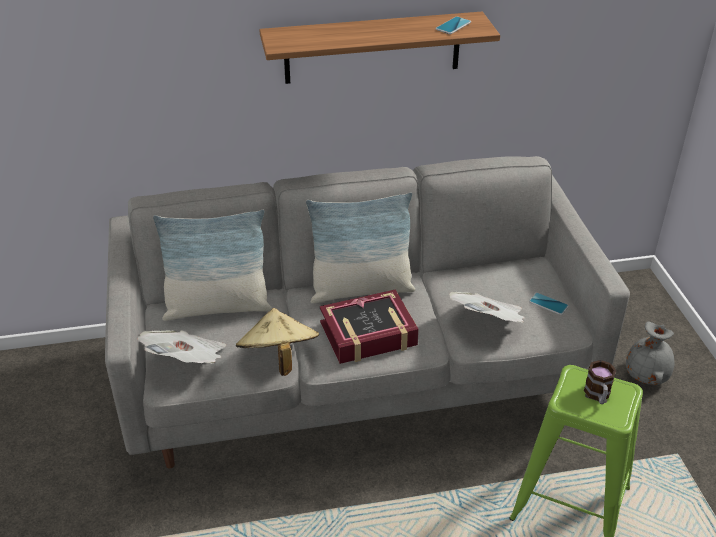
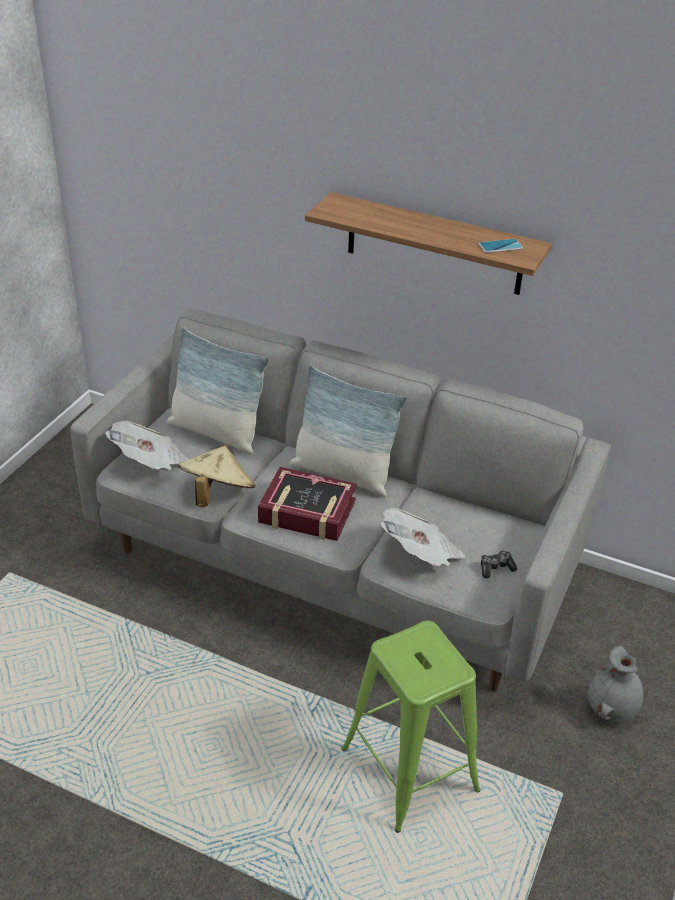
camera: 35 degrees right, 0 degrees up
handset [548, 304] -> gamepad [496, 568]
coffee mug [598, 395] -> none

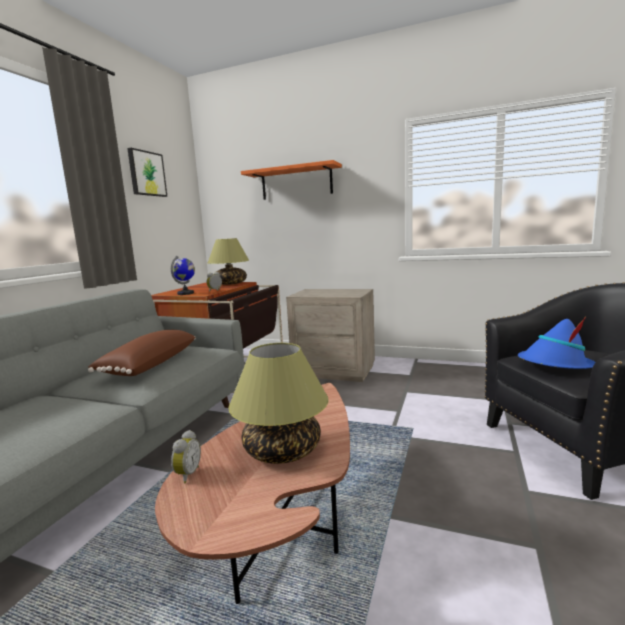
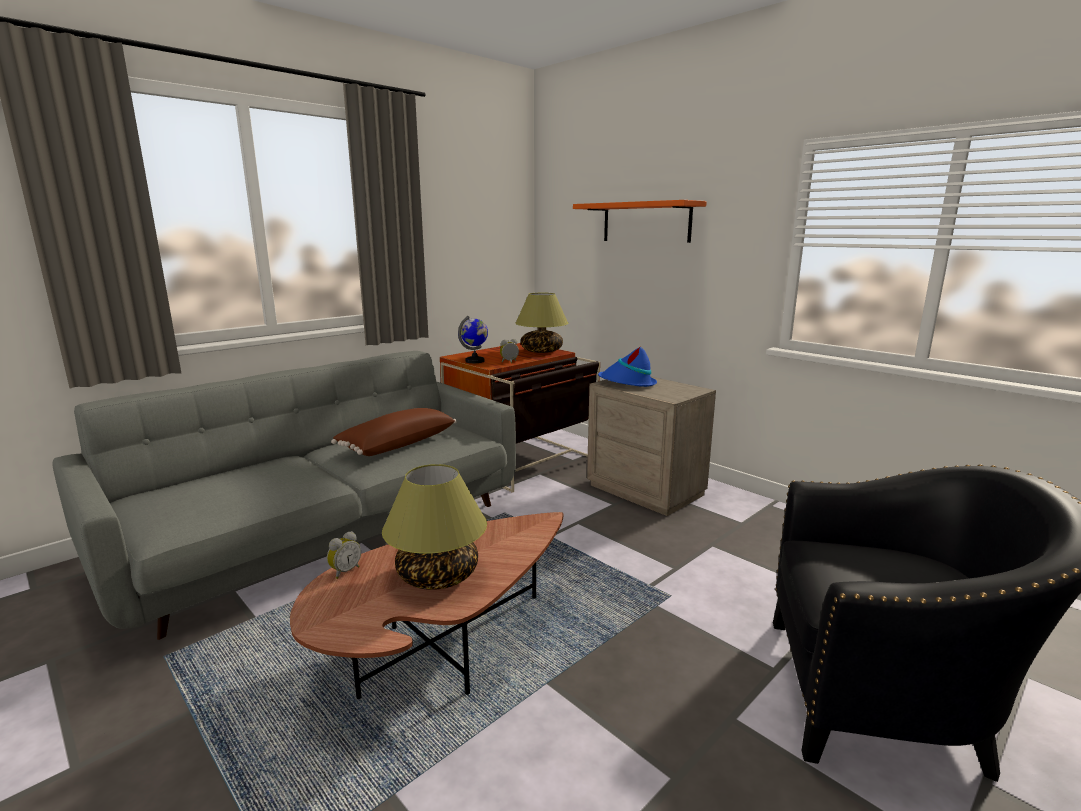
camera: 25 degrees right, 5 degrees up
blue clothing hat [554, 365] -> blue clothing hat [627, 383], shifted
wall art [146, 173] -> none

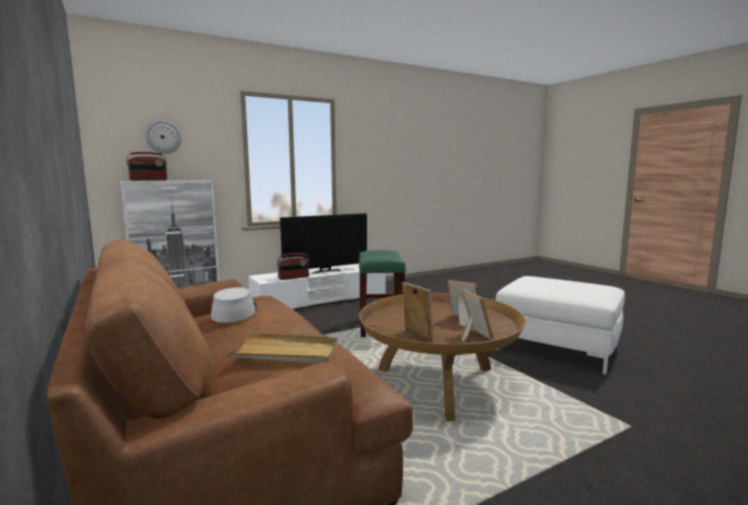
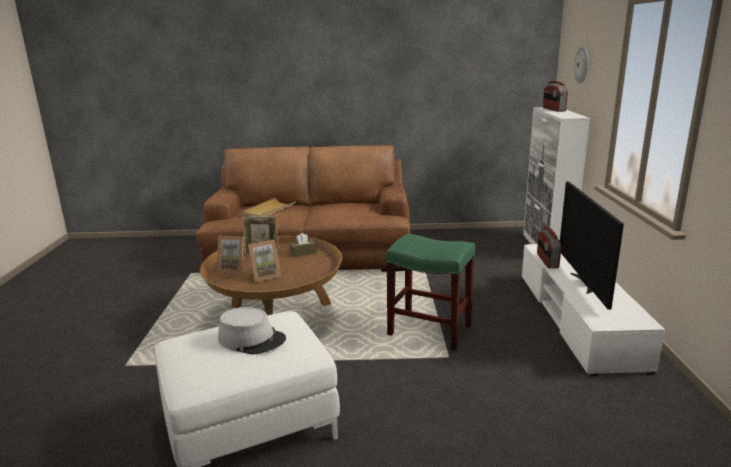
camera: 120 degrees right, 10 degrees up
greyish clothing hat [234, 312] -> greyish clothing hat [252, 339], shifted
none -> brown-coloured tissue holder [303, 252]

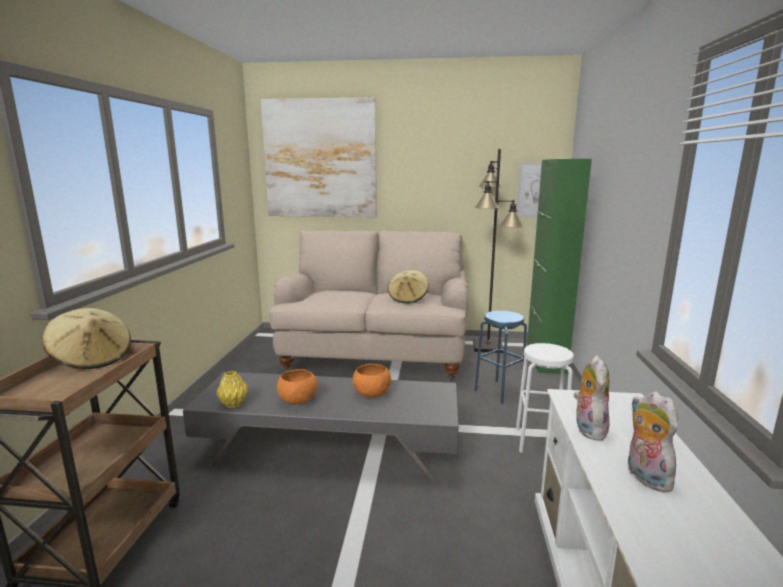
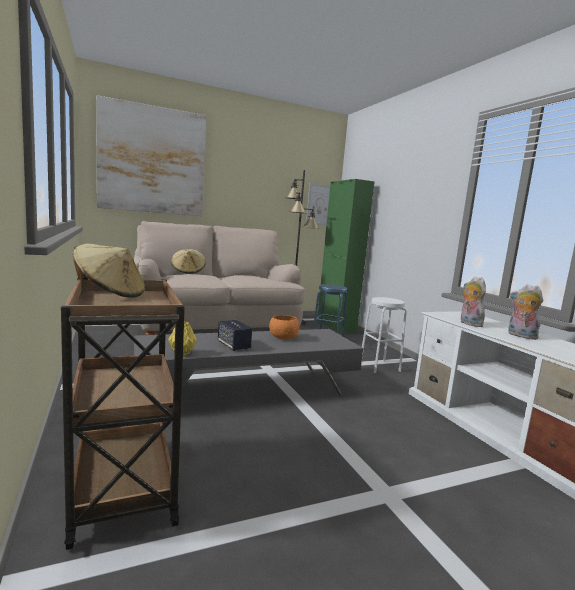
camera: 30 degrees left, 5 degrees down
beige clothing hat [408, 299] -> beige clothing hat [188, 271], shifted
orange-coloured serving bowl [298, 400] -> loudspeaker [233, 346]

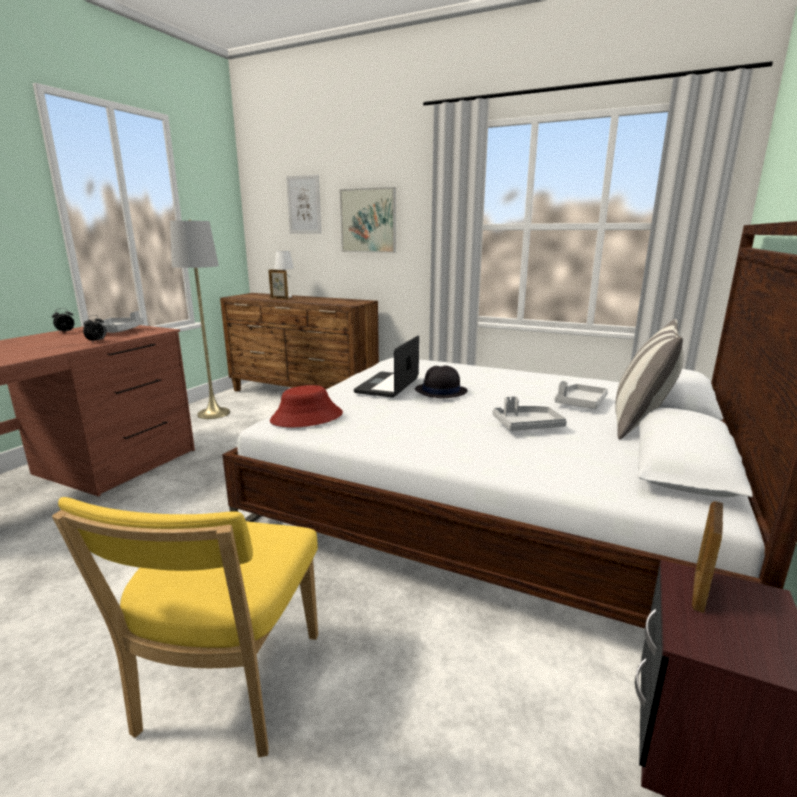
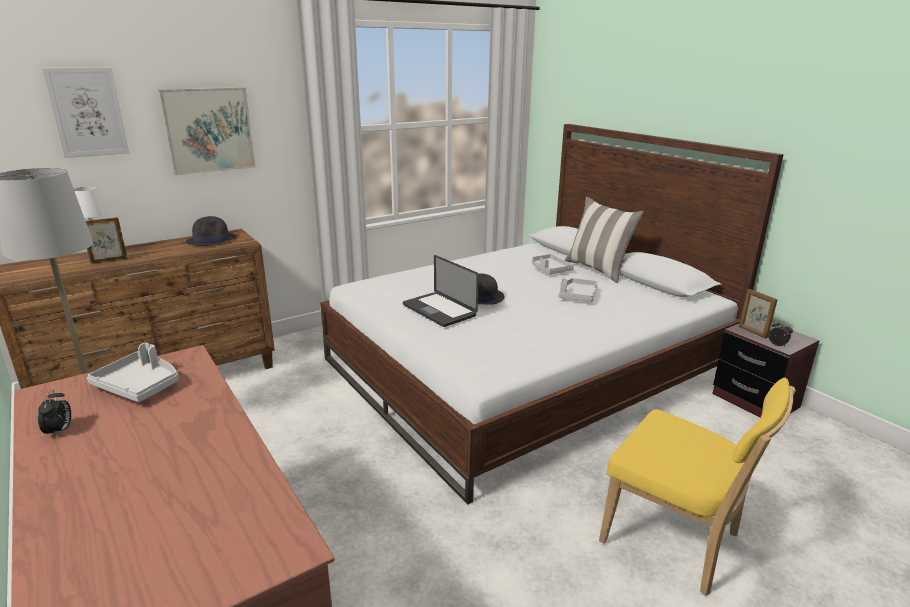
camera: 60 degrees left, 5 degrees up
none -> black clothing hat [212, 240]
alarm clock [97, 341] -> alarm clock [778, 345], shifted
red-coloured clothing hat [306, 417] -> none

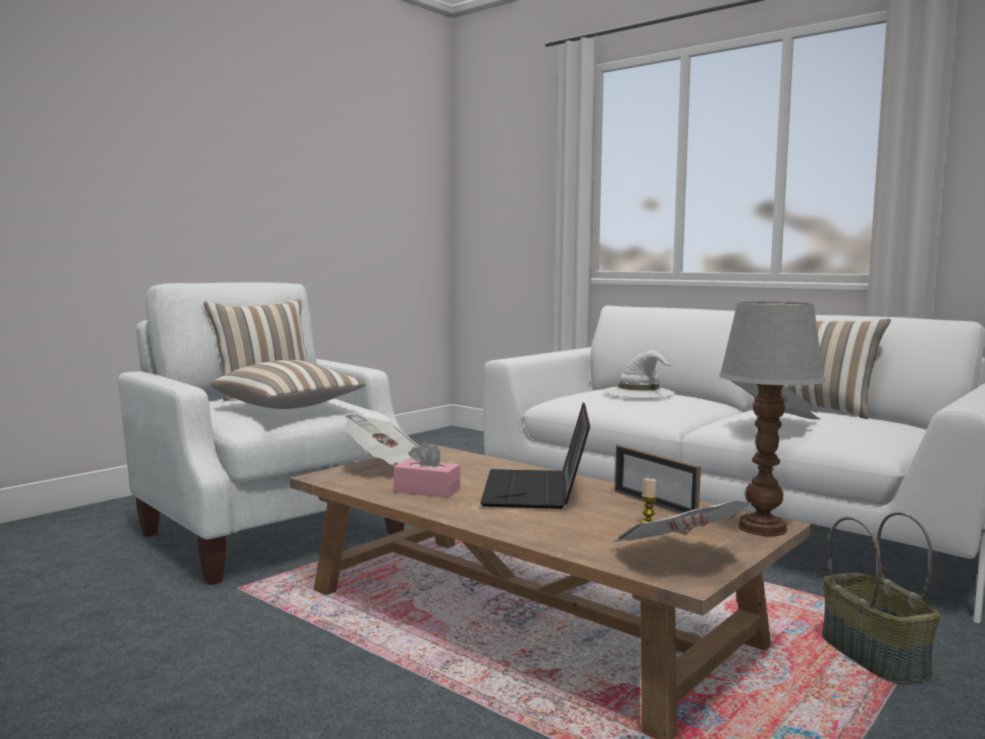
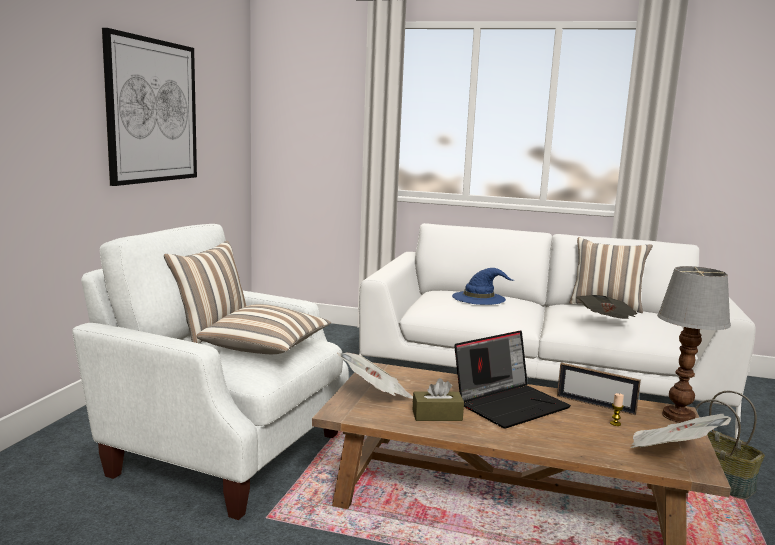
camera: 25 degrees left, 5 degrees up
none -> wall art [152, 111]
pinkish tissue holder [427, 490] -> brown-coloured tissue holder [437, 415]
white clothing hat [639, 392] -> blue clothing hat [479, 298]
laptop [537, 491] -> laptop [510, 404], 105 degrees counterclockwise

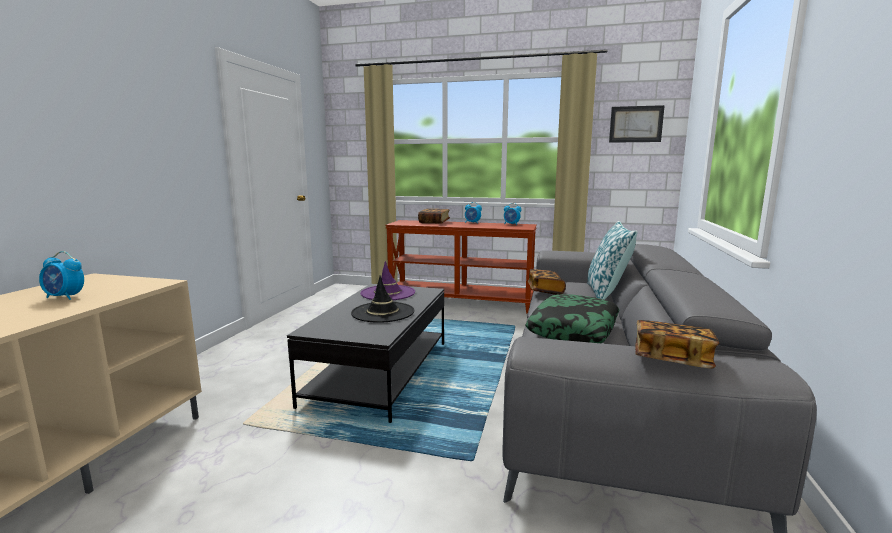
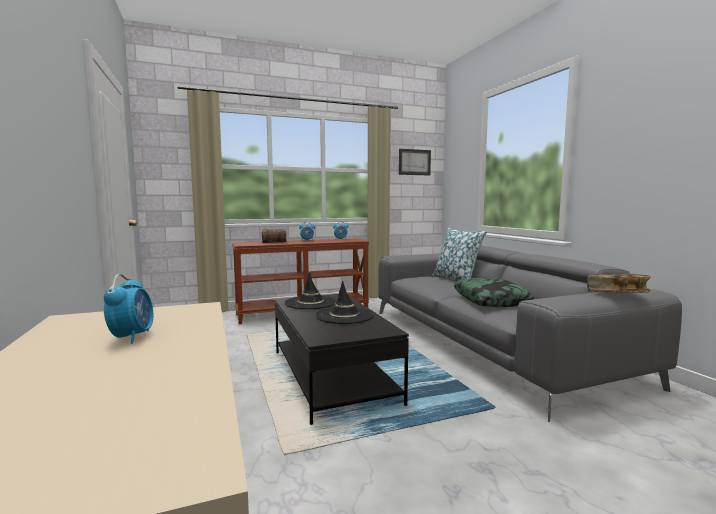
camera: 35 degrees left, 5 degrees down
alarm clock [65, 297] -> alarm clock [132, 337], 75 degrees counterclockwise
purple-coloured clothing hat [388, 293] -> black clothing hat [310, 303]
volume [545, 290] -> none

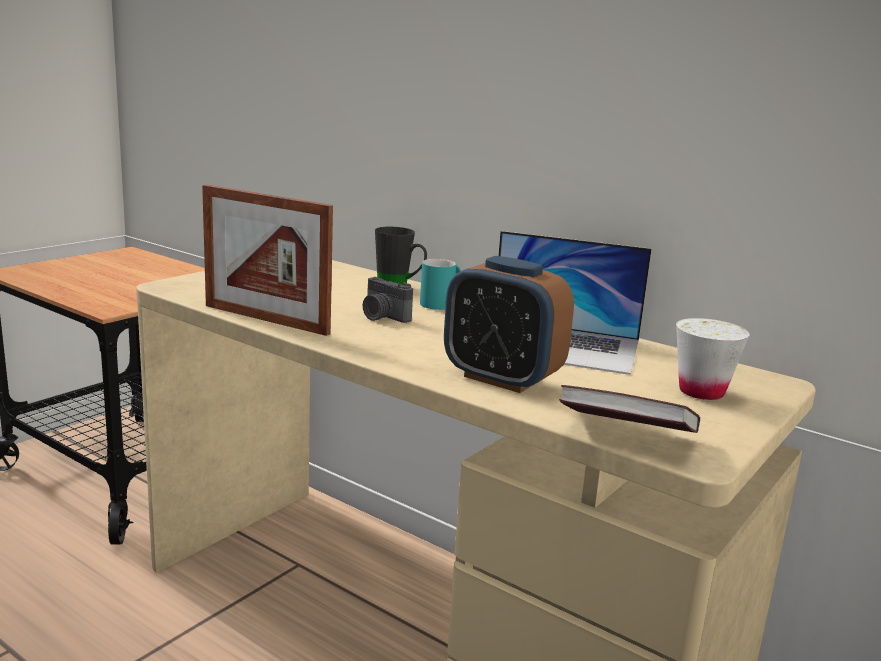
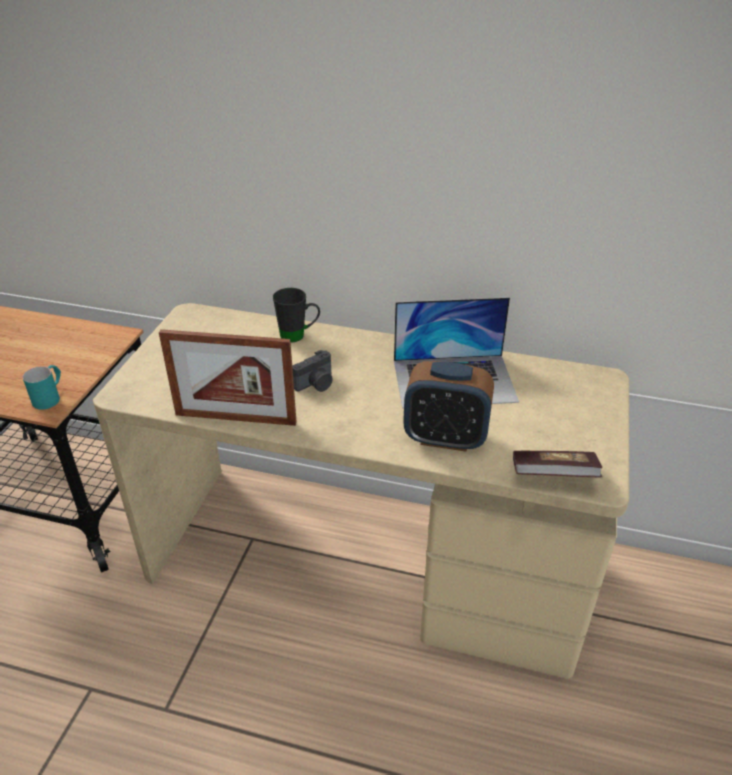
camera: 20 degrees left, 20 degrees up
blue-green coffee mug [442, 303] -> blue-green coffee mug [50, 397], shifted
still camera [382, 317] -> still camera [316, 384], 60 degrees counterclockwise
white drinking cup [701, 392] -> none

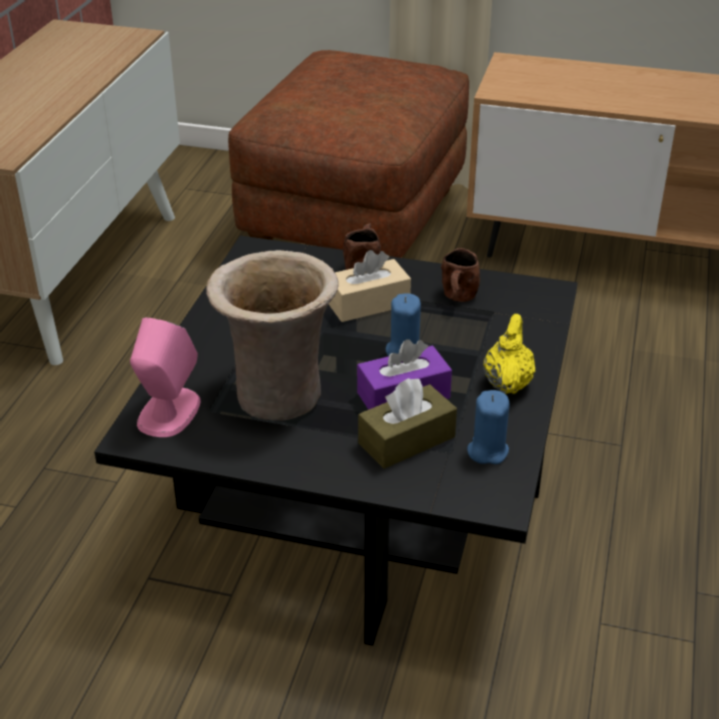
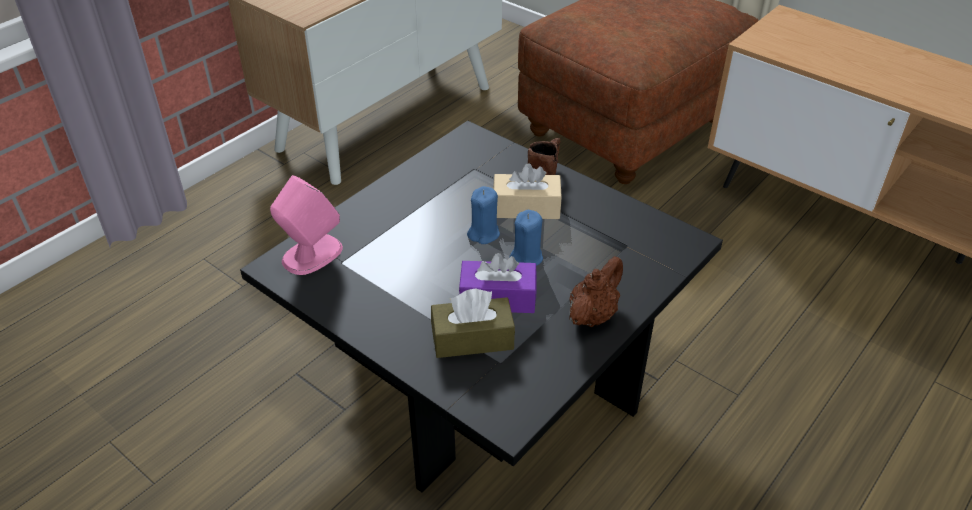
camera: 25 degrees right, 5 degrees up
blue candle [487, 451] -> blue candle [483, 233], shifted
yellow pot for tea [507, 382] -> brown-coloured pot for tea [593, 315]
beige vase [277, 394] -> none
brown-coloured coffee mug [458, 299] -> none

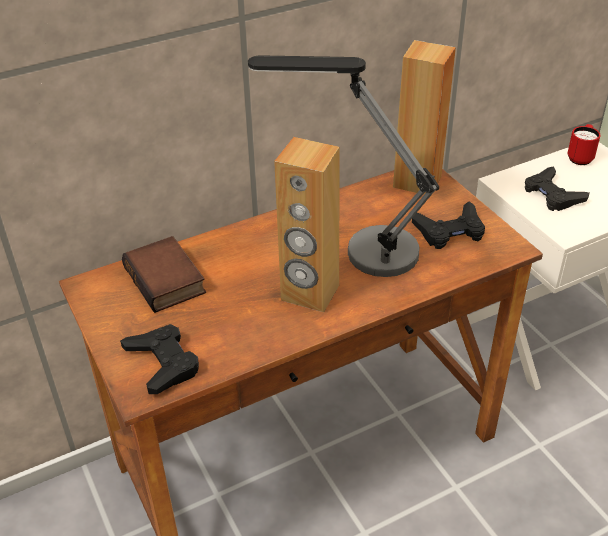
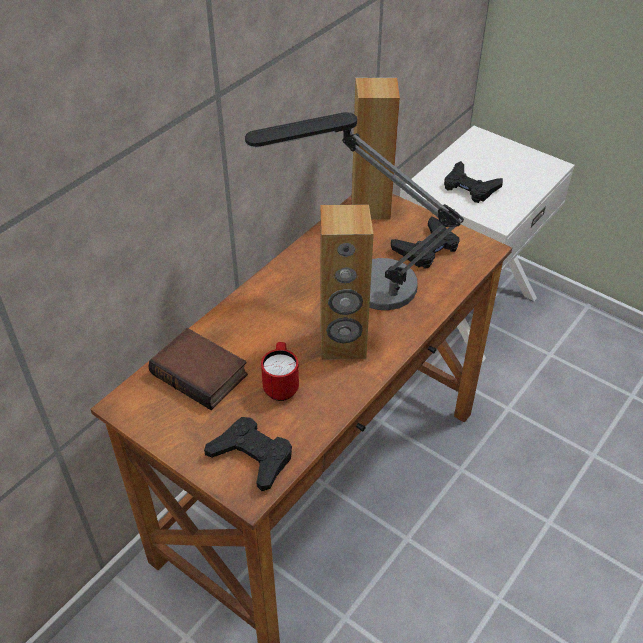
camera: 25 degrees left, 5 degrees up
red-coloured coffee mug [580, 157] -> red-coloured coffee mug [281, 385], shifted

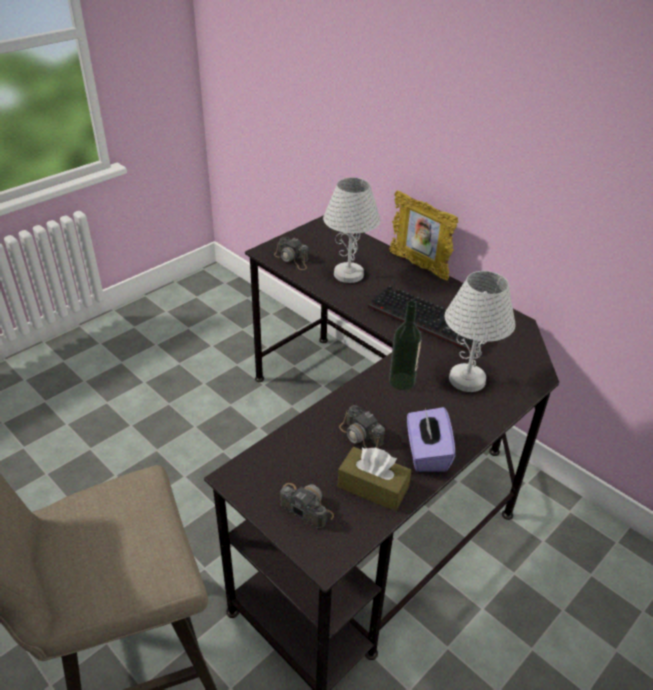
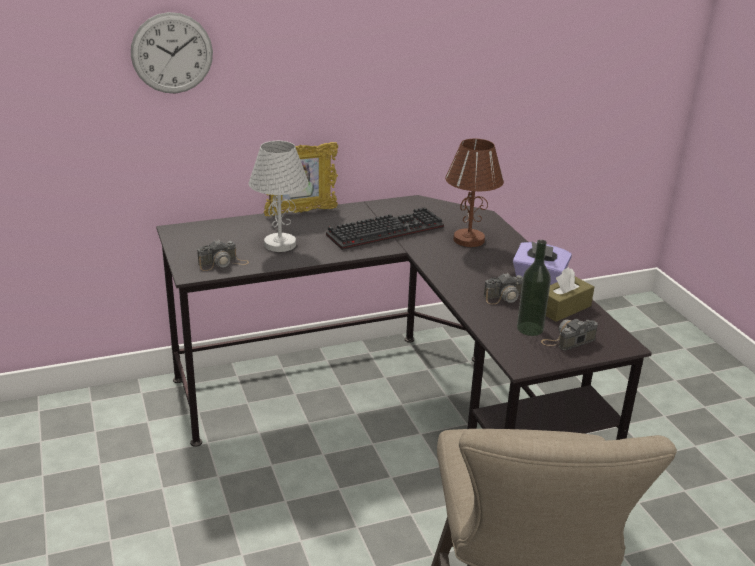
camera: 65 degrees left, 10 degrees down
none -> hanging clock [172, 53]
white tabletop lamp [466, 380] -> brown-coloured tabletop lamp [469, 240]
drink bottle [402, 381] -> drink bottle [530, 328], shifted

